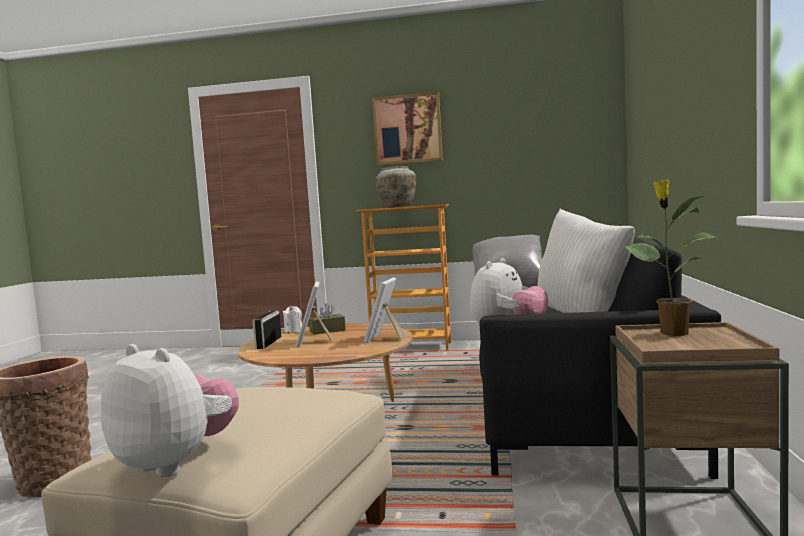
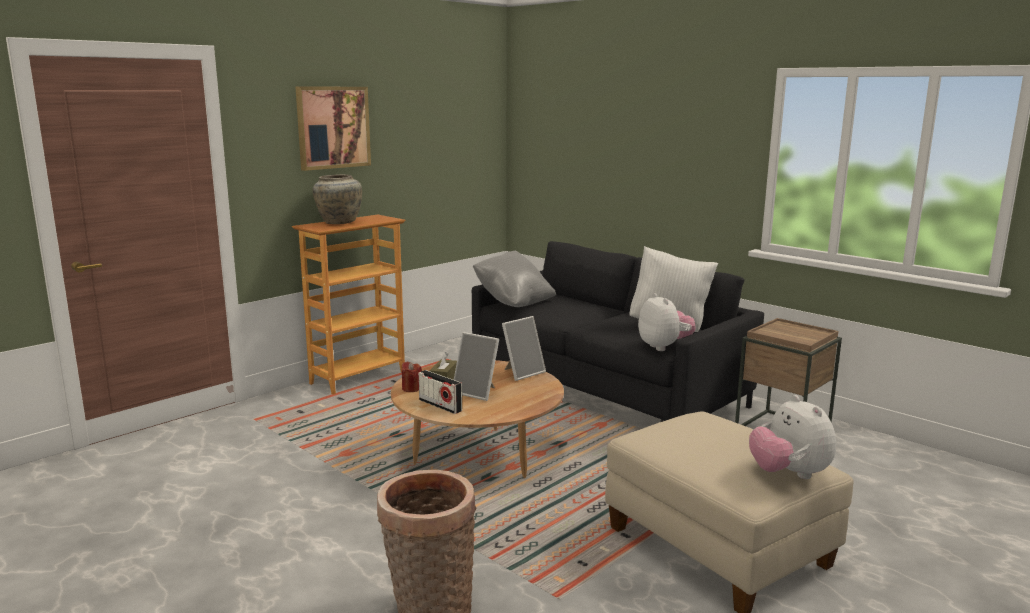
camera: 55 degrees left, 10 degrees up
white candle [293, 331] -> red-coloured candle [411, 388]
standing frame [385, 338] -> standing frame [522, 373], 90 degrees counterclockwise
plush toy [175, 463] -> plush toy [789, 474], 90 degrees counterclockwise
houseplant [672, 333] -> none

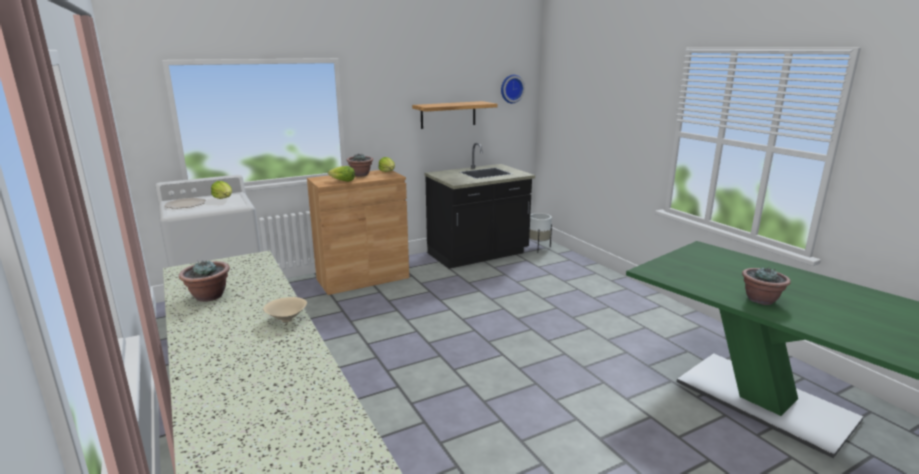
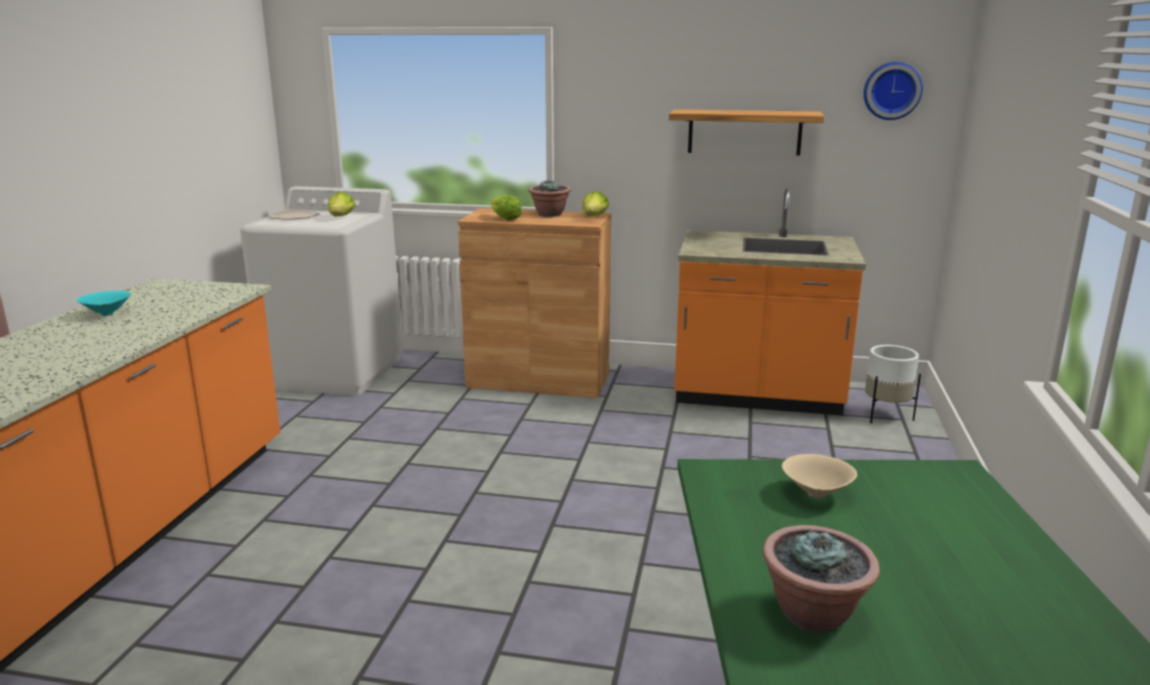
camera: 40 degrees right, 0 degrees up
houseplant [208, 296] -> blue-green serving bowl [107, 314]
black kitchen base unit [478, 254] -> orange-coloured kitchen base unit [757, 395]
beige serving bowl [287, 320] -> beige serving bowl [816, 495], shifted

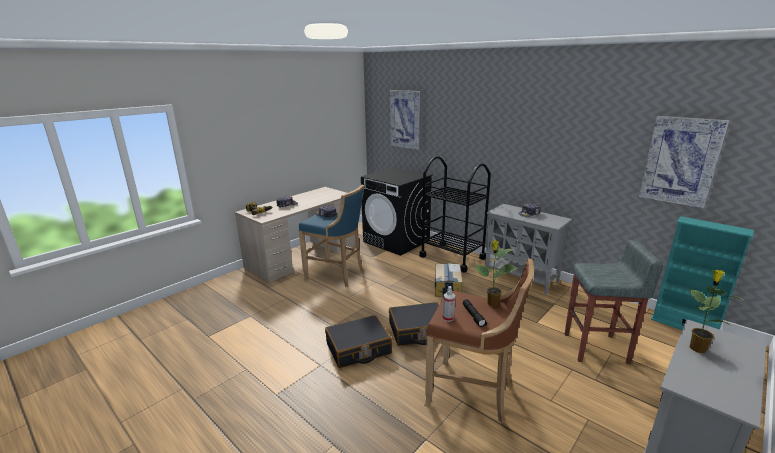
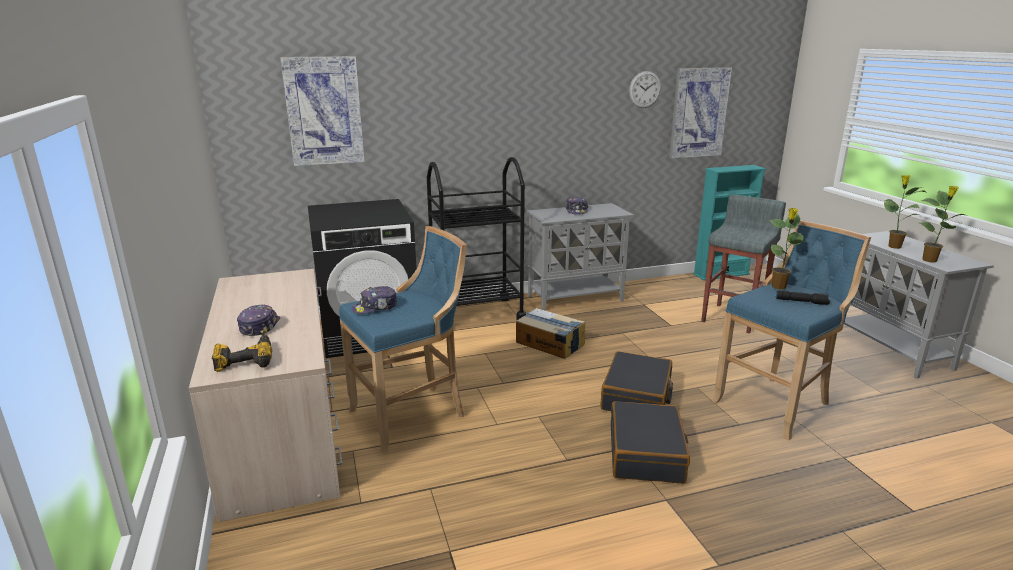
camera: 60 degrees left, 0 degrees up
none -> hanging clock [645, 89]
brown-coloured stool [472, 393] -> blue stool [776, 403]
none -> houseplant [930, 260]
sprayer [448, 318] -> none

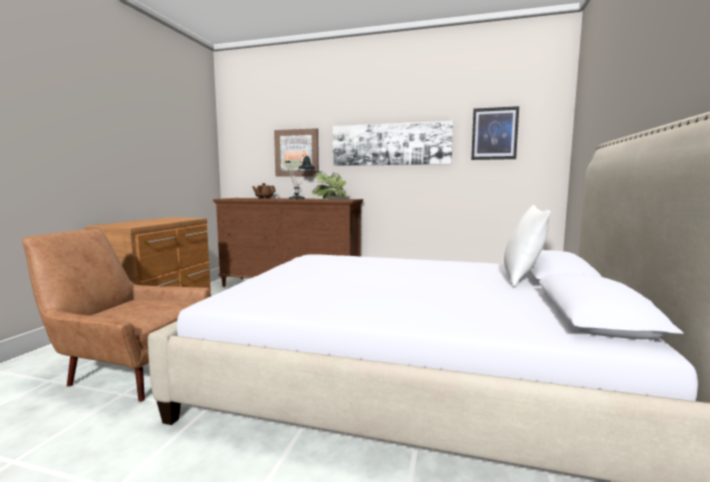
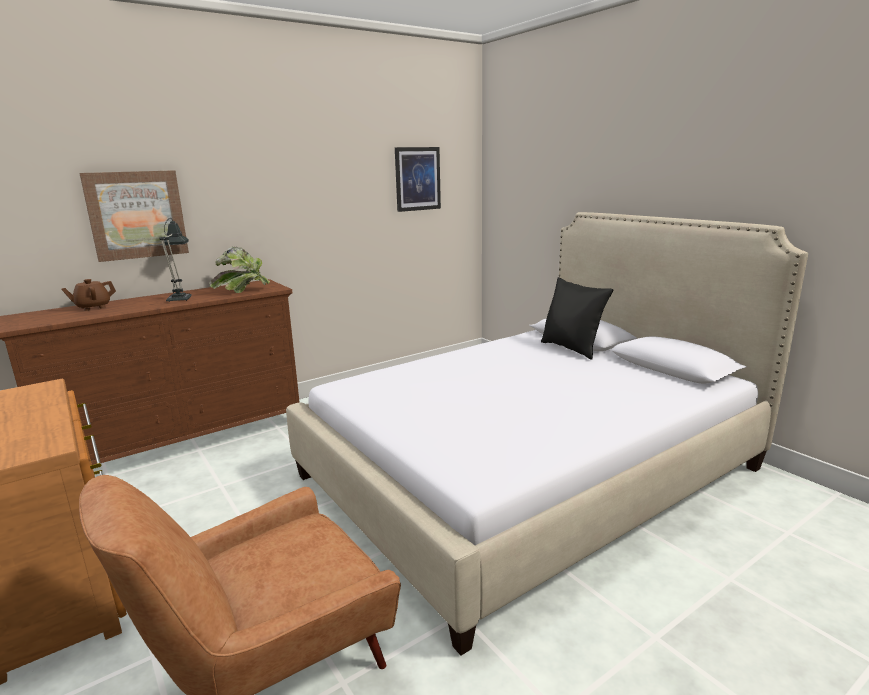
camera: 50 degrees left, 10 degrees up
white cushion [522, 278] -> black cushion [572, 348]
wall art [390, 144] -> none

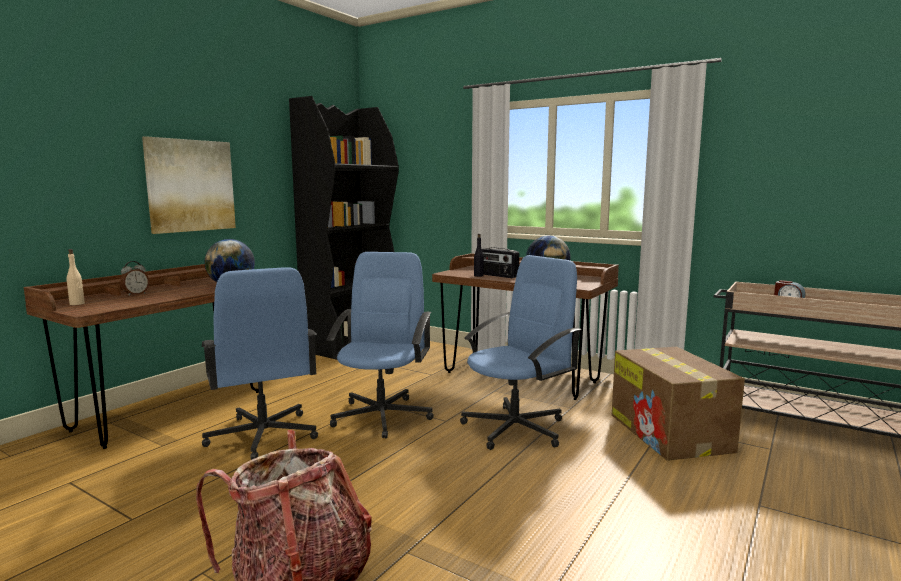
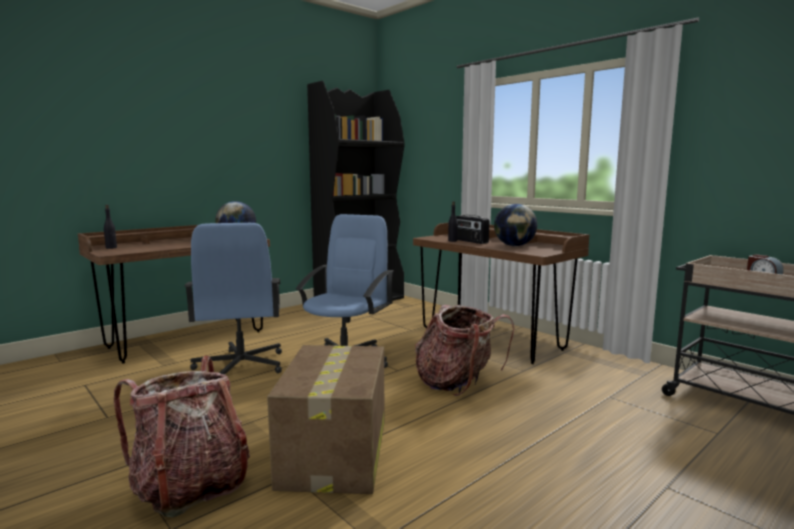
camera: 15 degrees right, 0 degrees up
beige drink bottle [77, 304] -> black drink bottle [111, 248]
cardboard box [670, 433] -> cardboard box [334, 454], shifted
blue office chair [516, 428] -> backpack [457, 383]
alarm clock [135, 294] -> none
wall art [190, 185] -> none

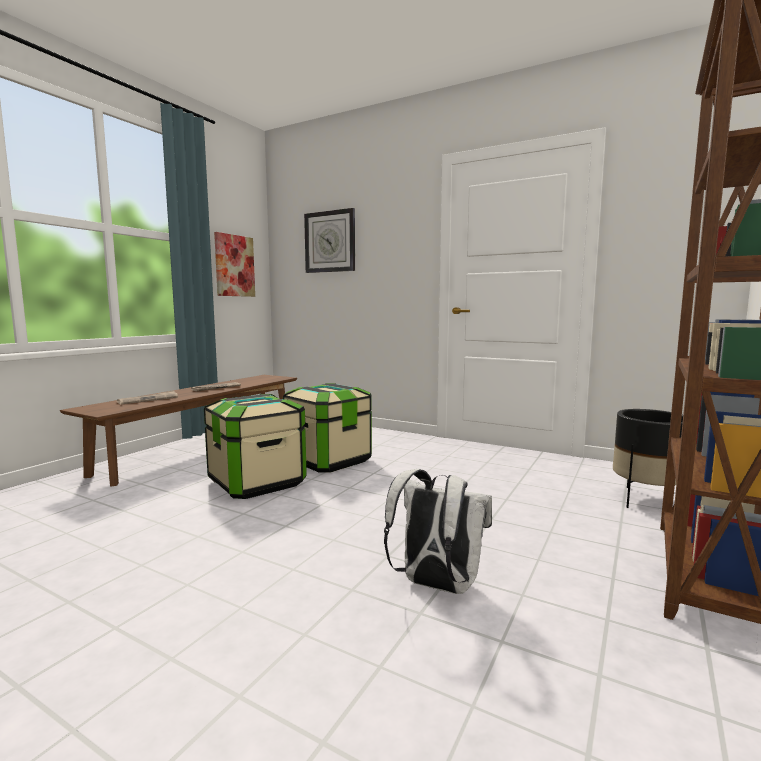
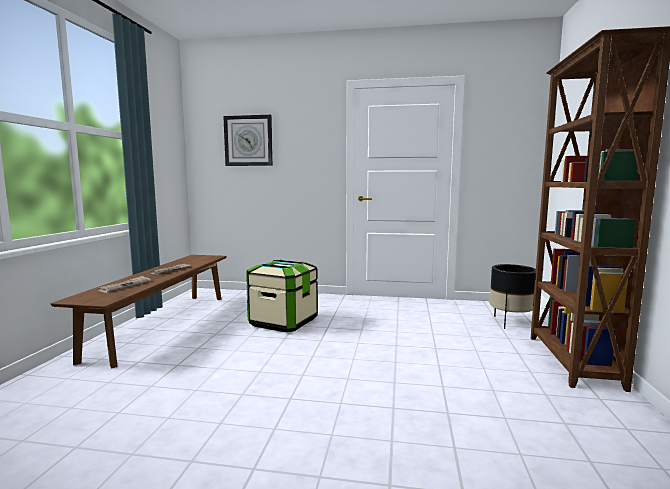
camera: 20 degrees left, 0 degrees up
storage bin [257, 482] -> none
wall art [234, 266] -> none
white backpack [436, 585] -> none

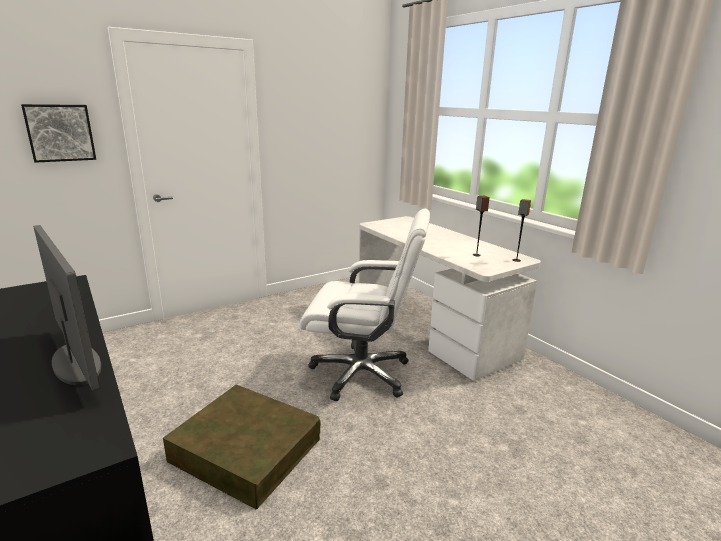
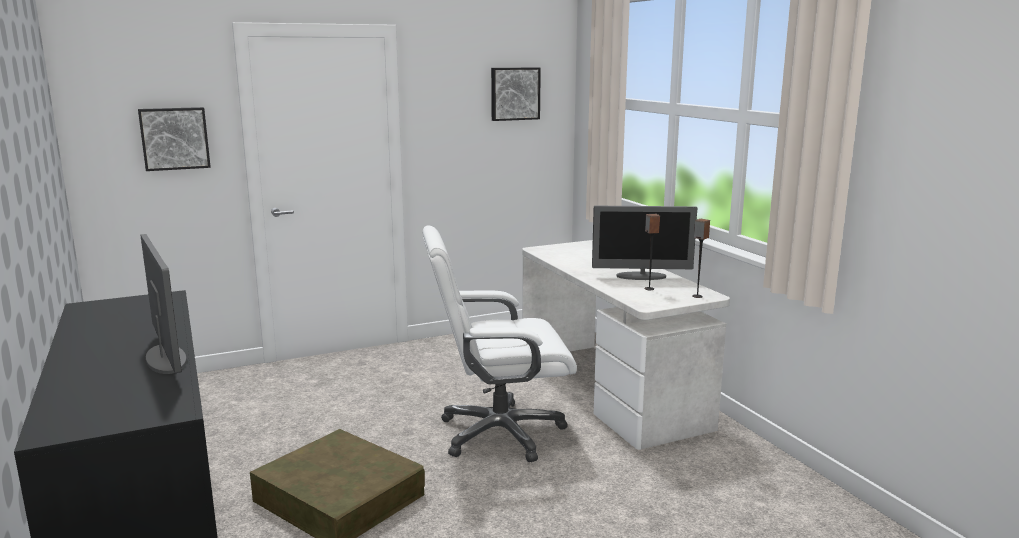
camera: 10 degrees right, 5 degrees down
white office chair [362, 373] -> white office chair [499, 433], 150 degrees clockwise
none -> wall art [514, 93]
none -> monitor [641, 276]

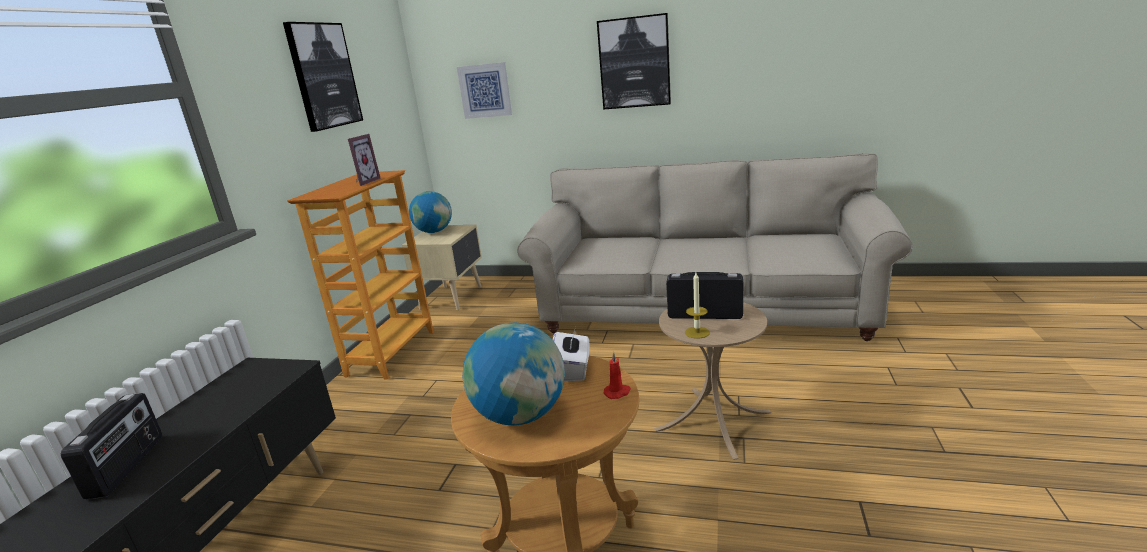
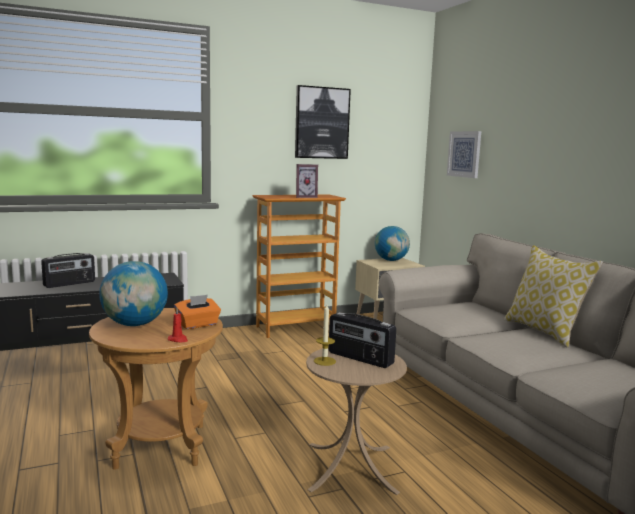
camera: 50 degrees right, 10 degrees down
white tissue holder [573, 370] -> orange-coloured tissue holder [198, 325]
radio set [704, 315] -> radio set [360, 358], 150 degrees clockwise
none -> cushion [544, 332]
wall art [634, 62] -> none

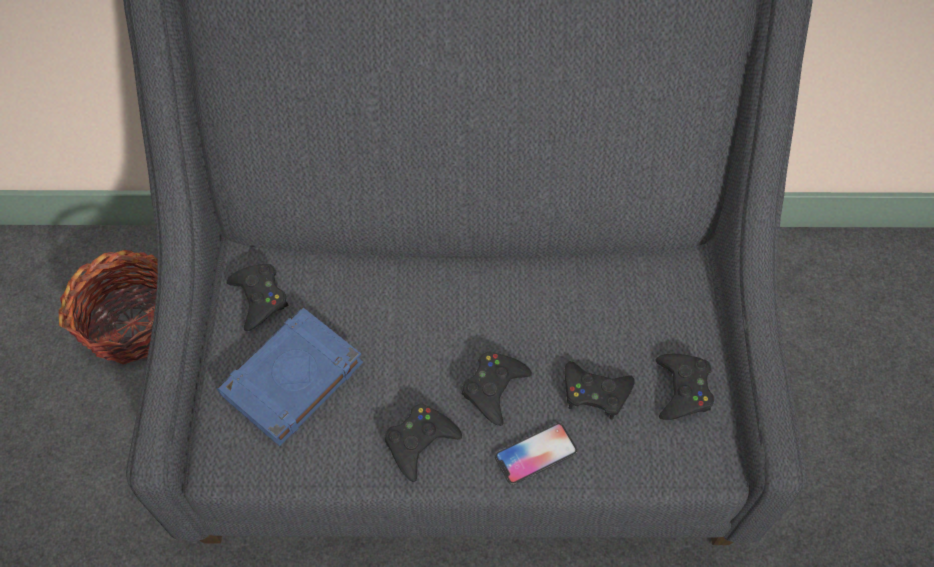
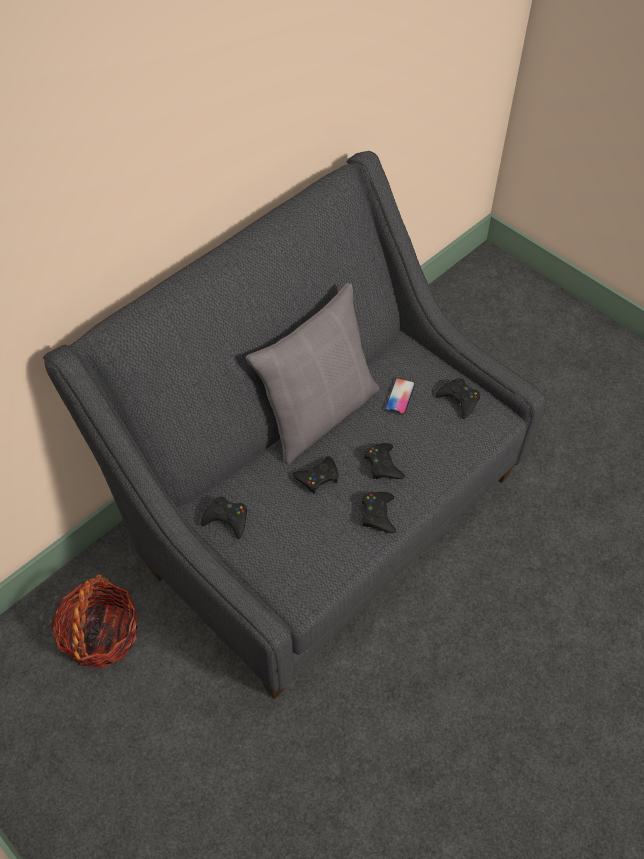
camera: 45 degrees left, 5 degrees down
none -> greyish cushion [319, 413]
black gamepad [595, 392] -> black gamepad [318, 477], shifted
handset [535, 454] -> handset [400, 397], shifted
blue volume [291, 380] -> none

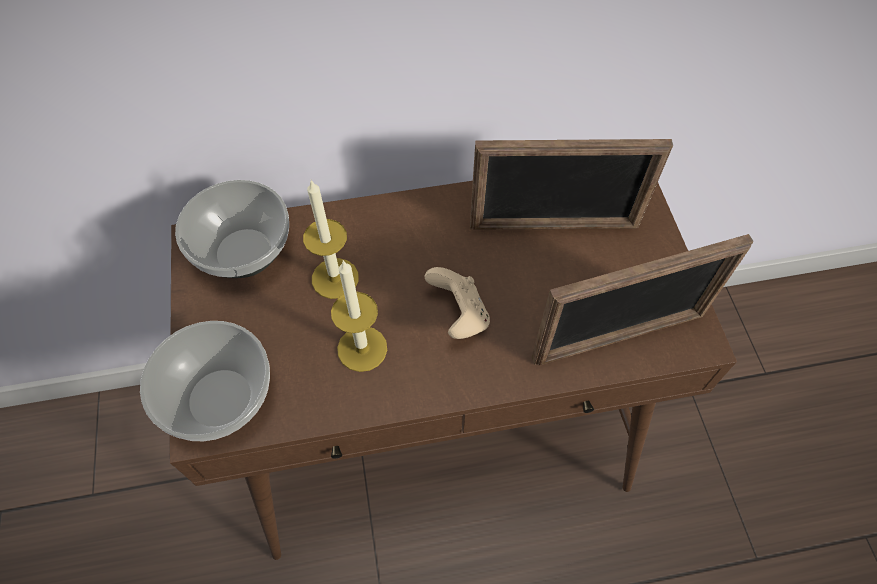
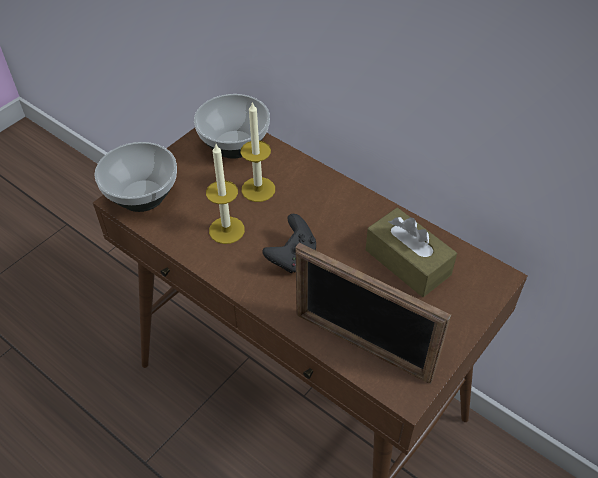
camera: 50 degrees right, 10 degrees down
beige gamepad [459, 315] -> black gamepad [292, 257]
standing frame [554, 226] -> brown-coloured tissue holder [407, 262]

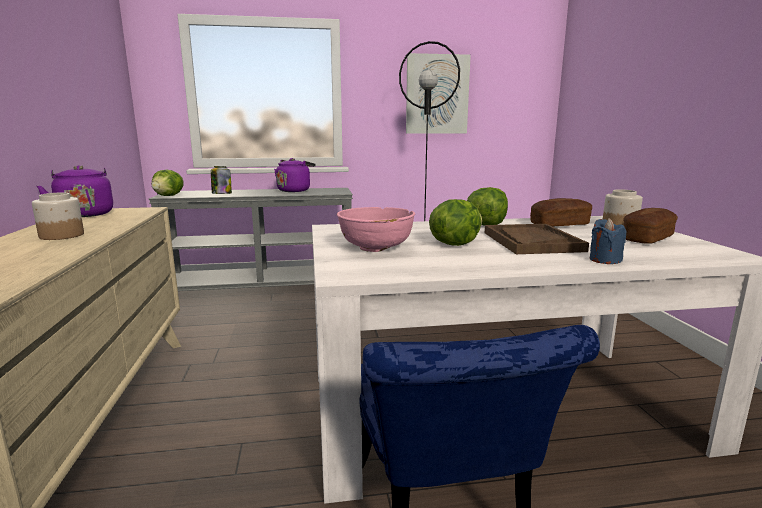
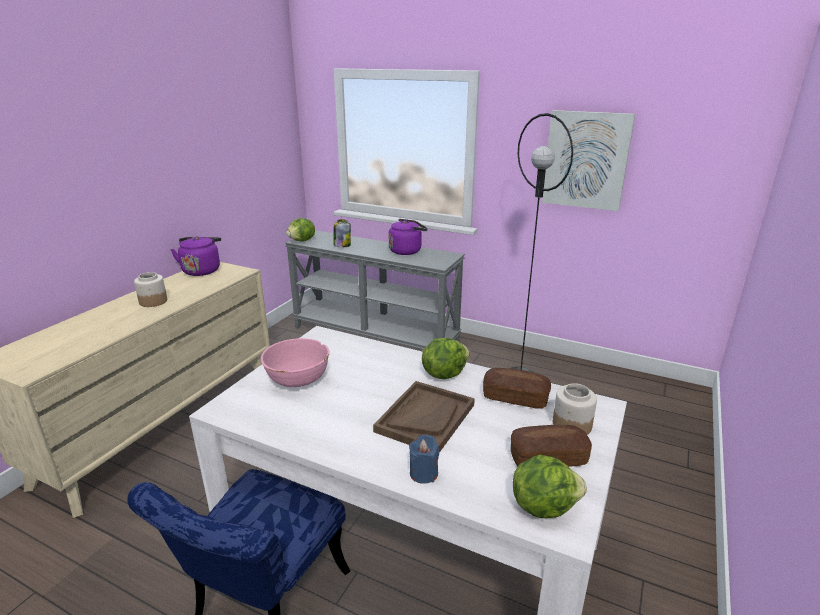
camera: 35 degrees right, 10 degrees up
head of lettuce [454, 244] -> head of lettuce [543, 505], shifted

